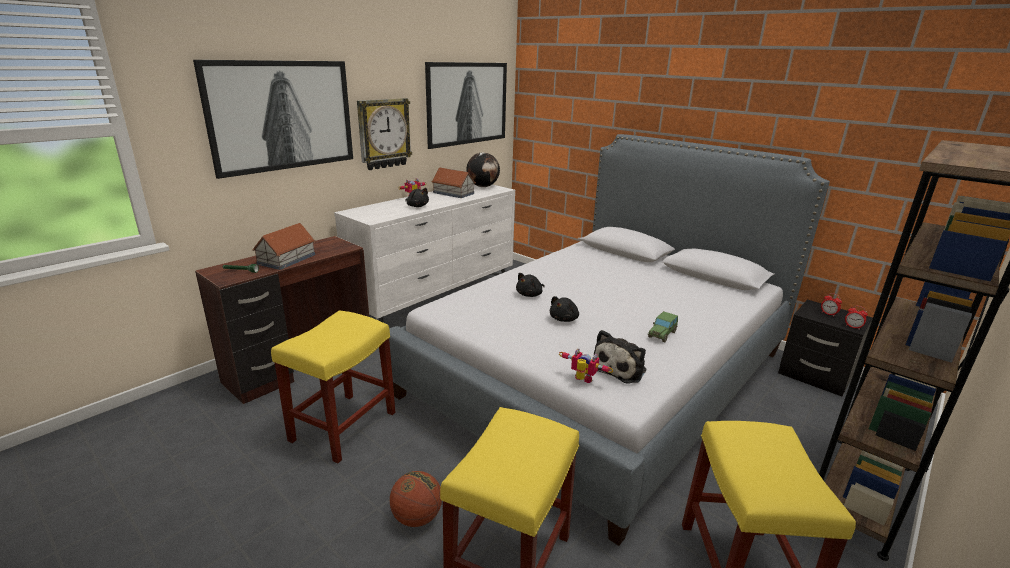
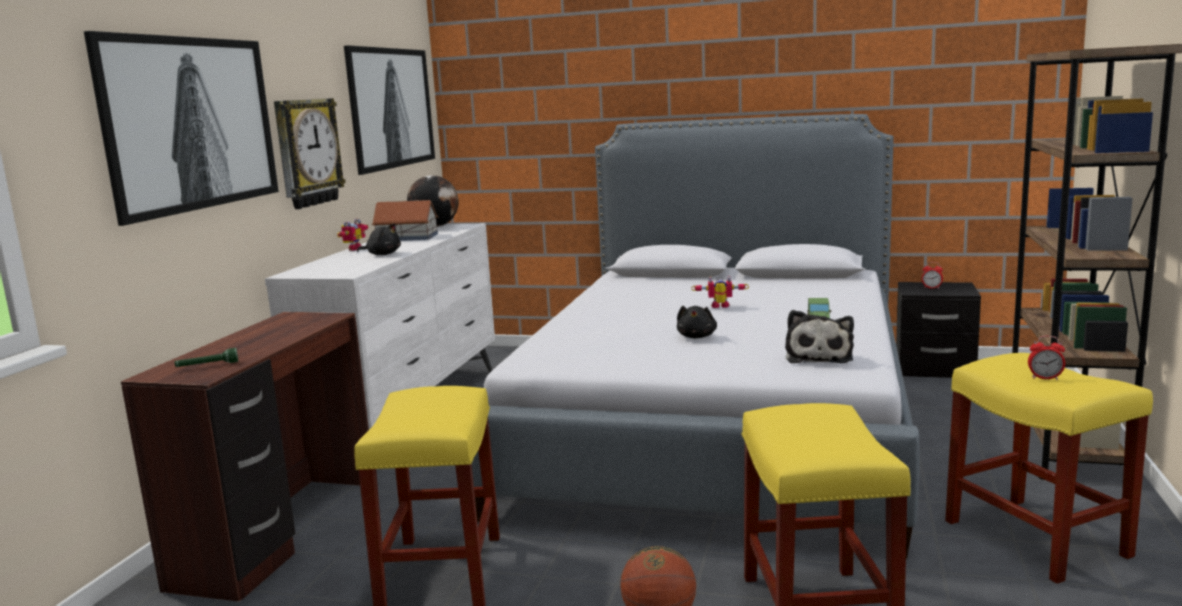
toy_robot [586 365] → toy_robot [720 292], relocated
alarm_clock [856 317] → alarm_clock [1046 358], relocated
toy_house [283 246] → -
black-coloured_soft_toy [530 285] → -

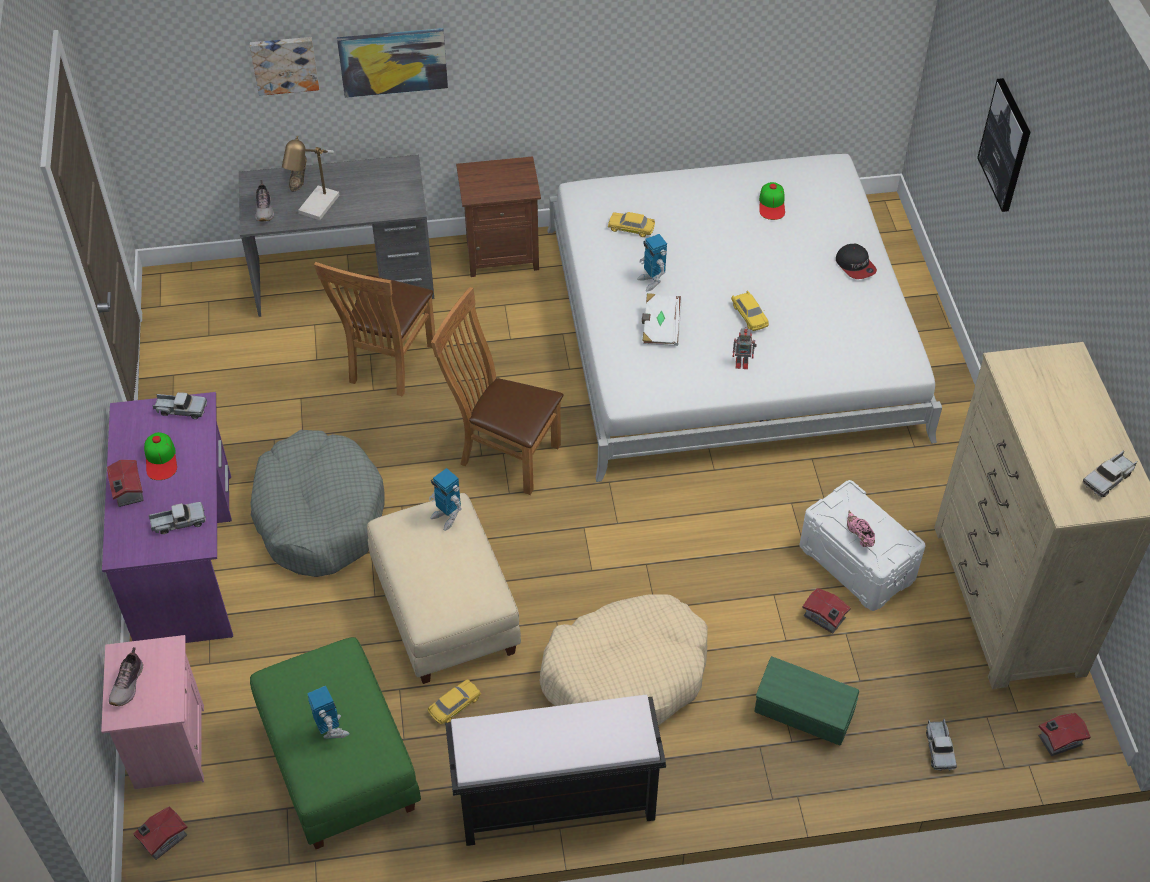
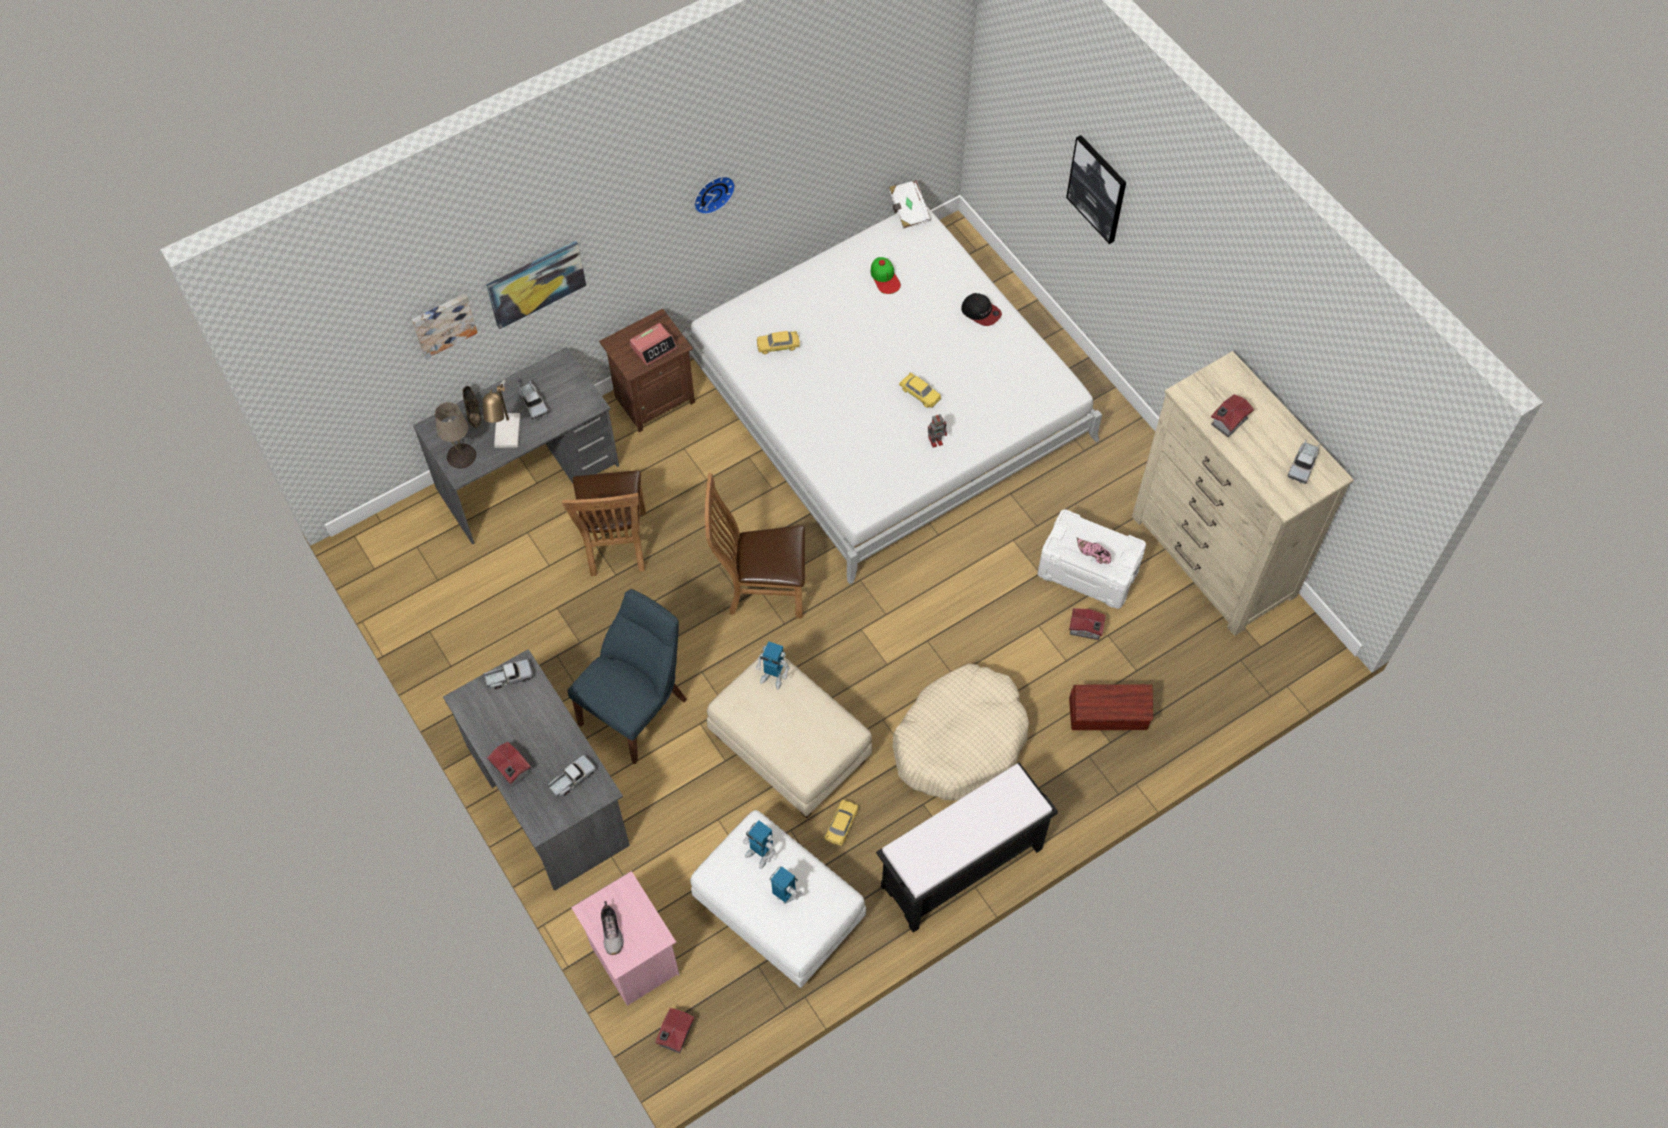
item_of_footwear [264 200] → beige-coloured_tabletop_lamp [455 435]
purple-coloured_desk_table [167 517] → grey_desk_table [536 770]
model_truck [941 745] → model_truck [533 400], relocated
grey_dog_bed [317 503] → blue_chair [627 676]
- → alarm_clock [653 344]
greenish_ottoman [335 743] → white-coloured_ottoman [778 899]
- → hanging_clock [714 195]
toy_robot [652 263] → toy_robot [759 845], relocated
white-coloured_volume [662 319] → white-coloured_volume [910 204], relocated
greenish_storage_box [806 701] → brown-coloured_storage_box [1111 707]
toy_house [1064 734] → toy_house [1232 415], relocated
baseball_cap [160 456] → -

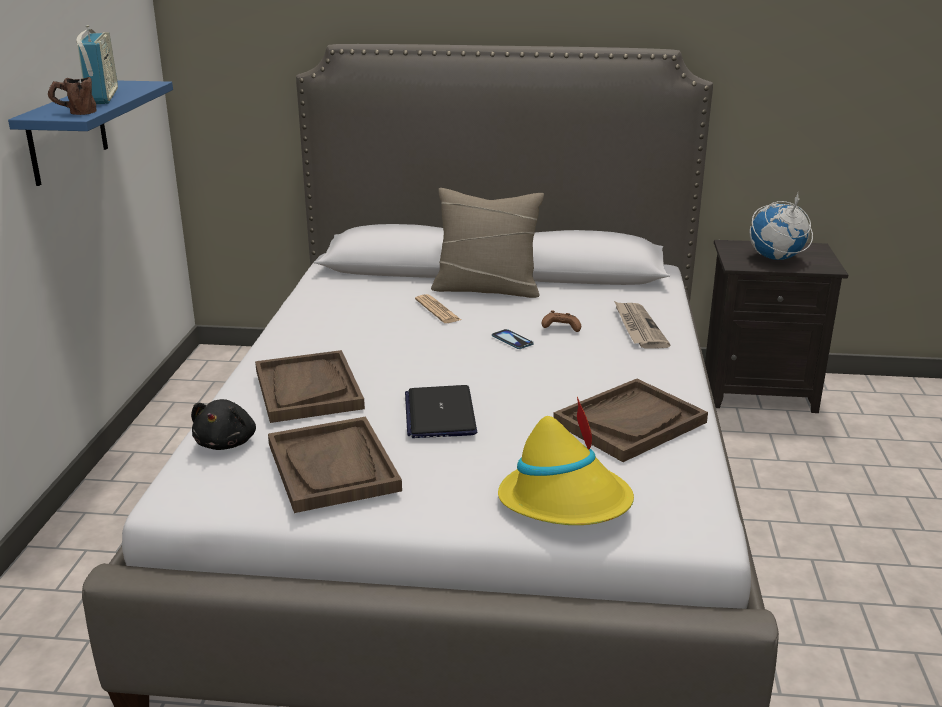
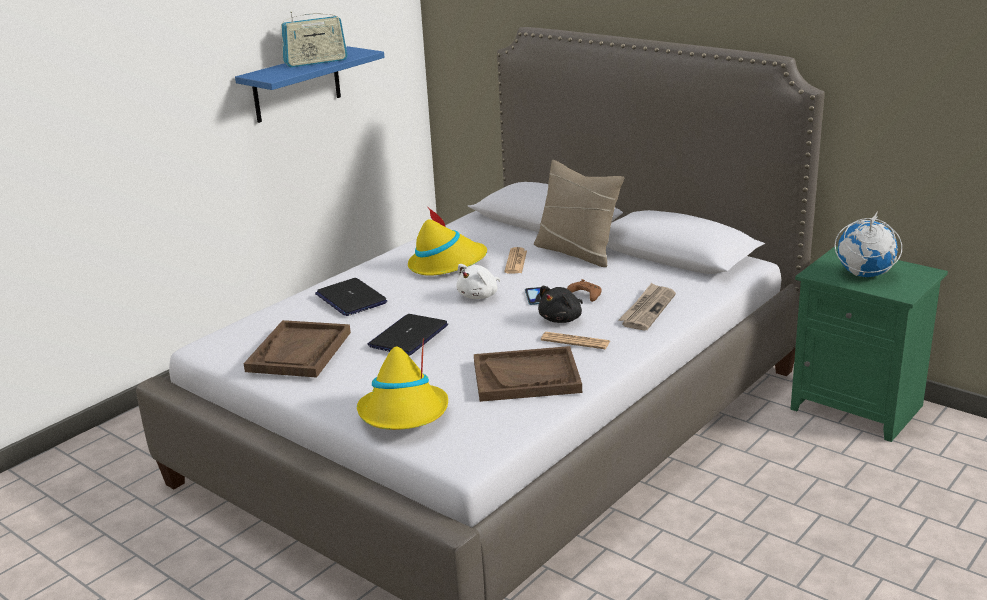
radio_receiver [97 64] → radio_receiver [314 39], 45 degrees clockwise
brown-coloured_carrying_tray [310 386] → notebook_computer [351 297]
- → yellow-coloured_hat [447 241]
- → white-coloured_soft_toy [478 281]
black-coloured_soft_toy [223 424] → black-coloured_soft_toy [560 304], relocated
- → printed_paper [575 340]
black-coloured_bedside_table [776 326] → greenish_bedside_table [869 344]
brown-coloured_coffee_mug [72 96] → -

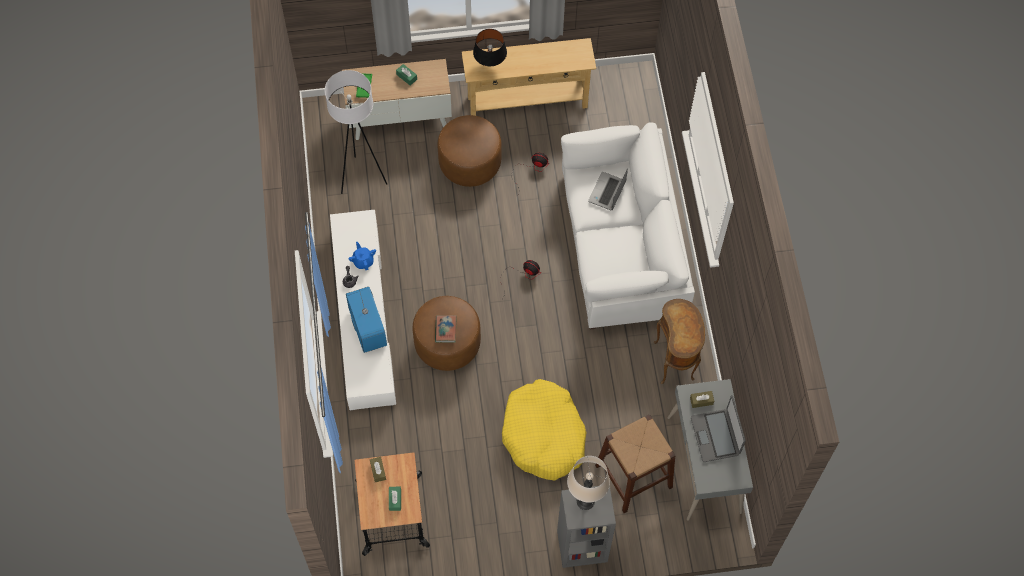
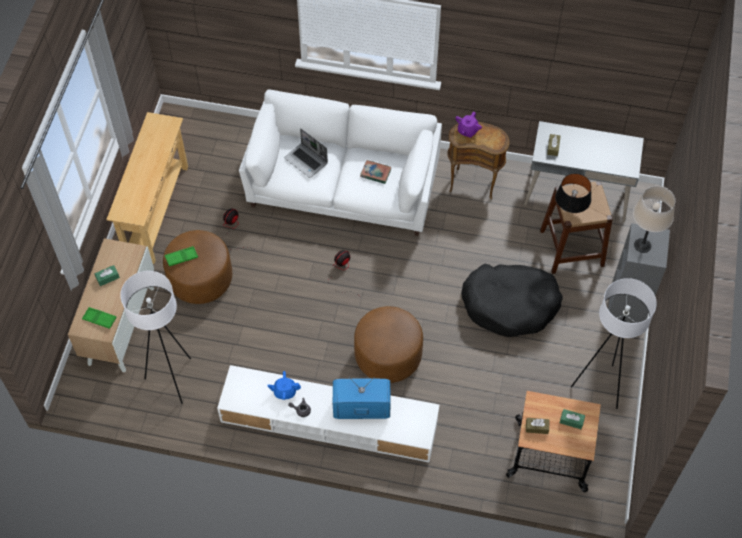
- → greenish_carrying_tray [181 256]
volume [446 329] → volume [375 172], relocated
- → purple-coloured_pot_for_tea [469 124]
yellow-coloured_dog_bed [544 430] → black-coloured_dog_bed [512 300]
black-coloured_tabletop_lamp [490 47] → black-coloured_tabletop_lamp [573 193], relocated
- → white-coloured_floor_lamp [614 343]
notebook_computer [718 428] → -

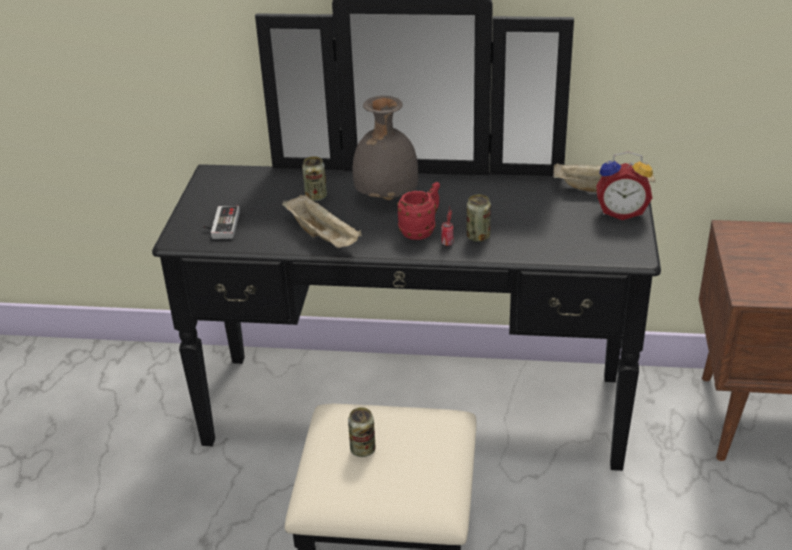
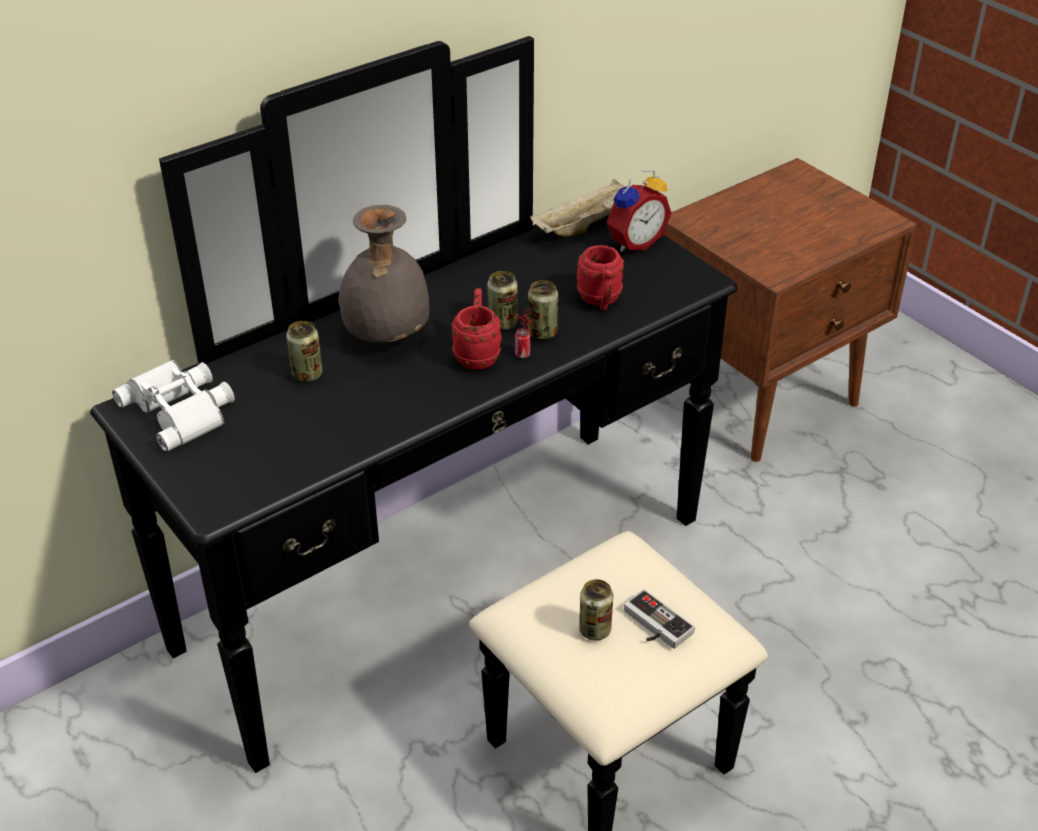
- → white-coloured_pair_of_binoculars [173 406]
- → can [502 300]
- → red_coffee_mug [600 277]
gamepad [221 222] → gamepad [659 619], relocated
beige-coloured_carrying_tray [322 221] → -

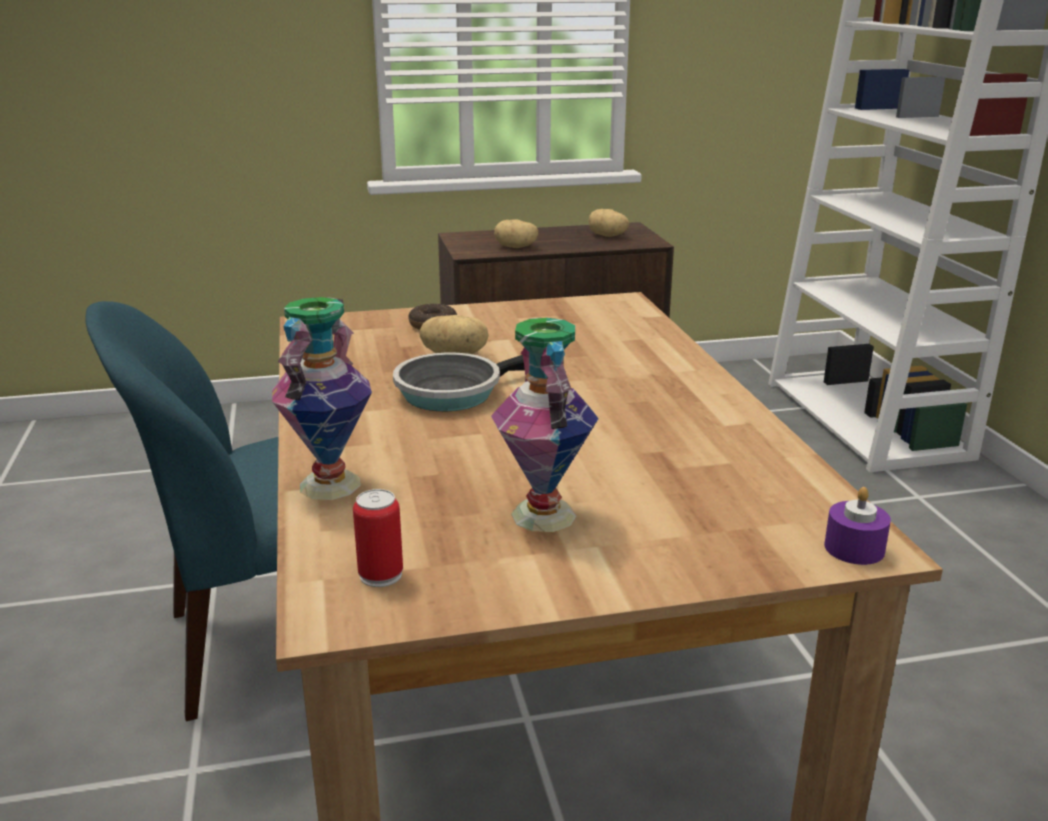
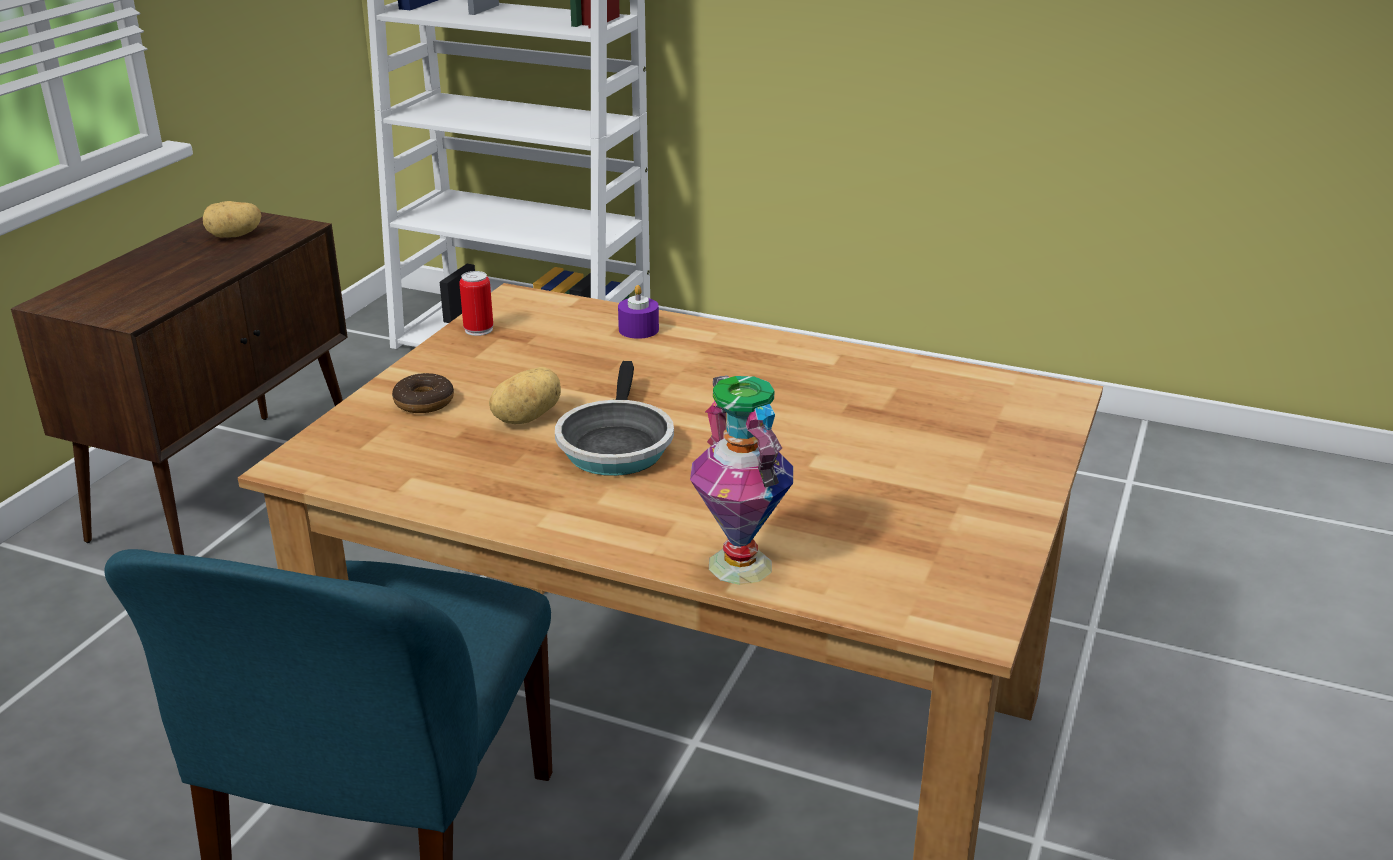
can [378 538] → can [476 303], relocated
purple-coloured_wax_candle [857 526] → purple-coloured_wax_candle [638 312], relocated
decorative_vase [545 425] → -
spud [516 233] → -

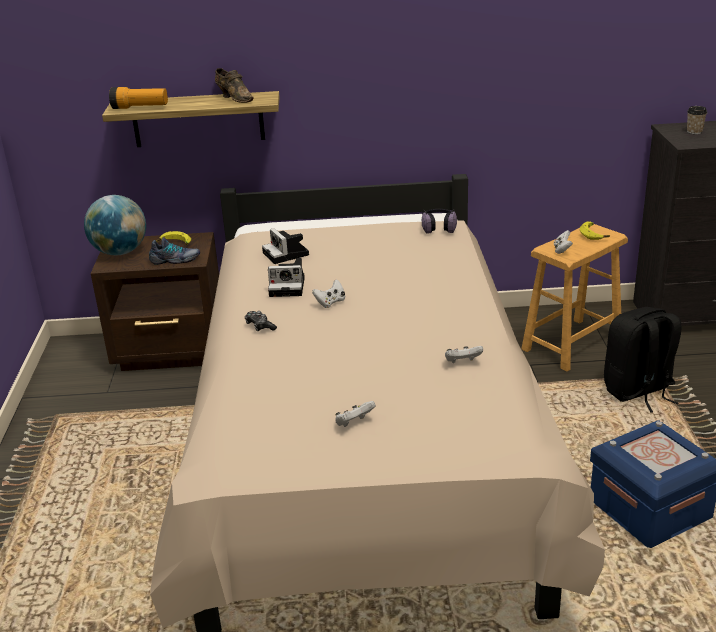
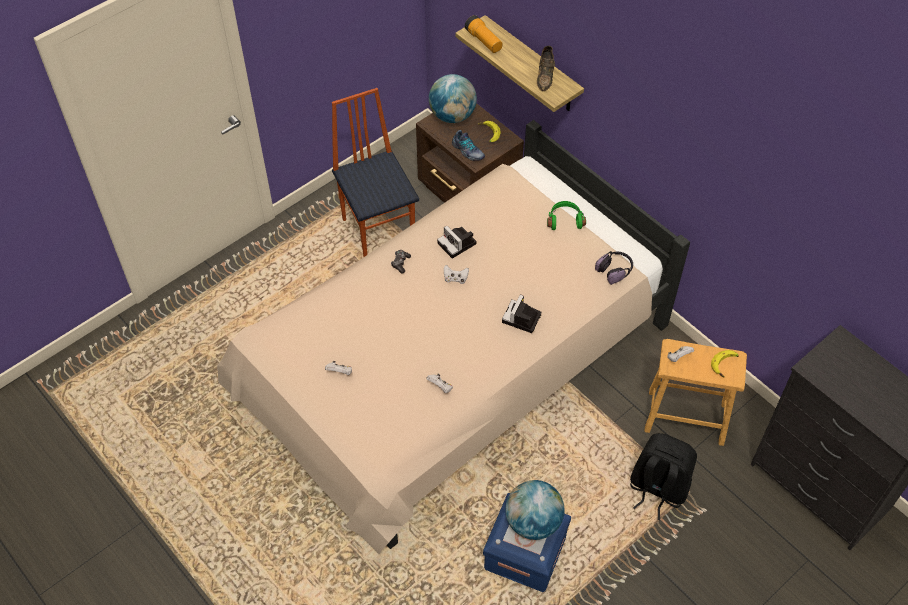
- → chair [375 172]
photo_camera [285 246] → photo_camera [521 314], relocated
- → world_globe [534 510]
- → greenish_headphones [566 215]
cup [697 120] → -

